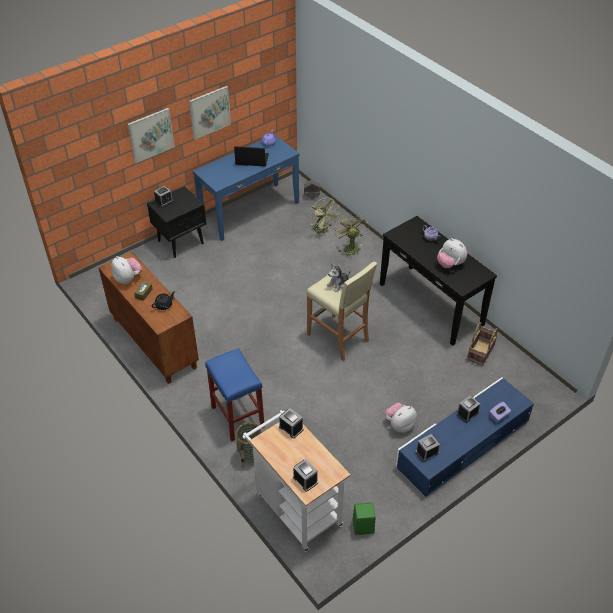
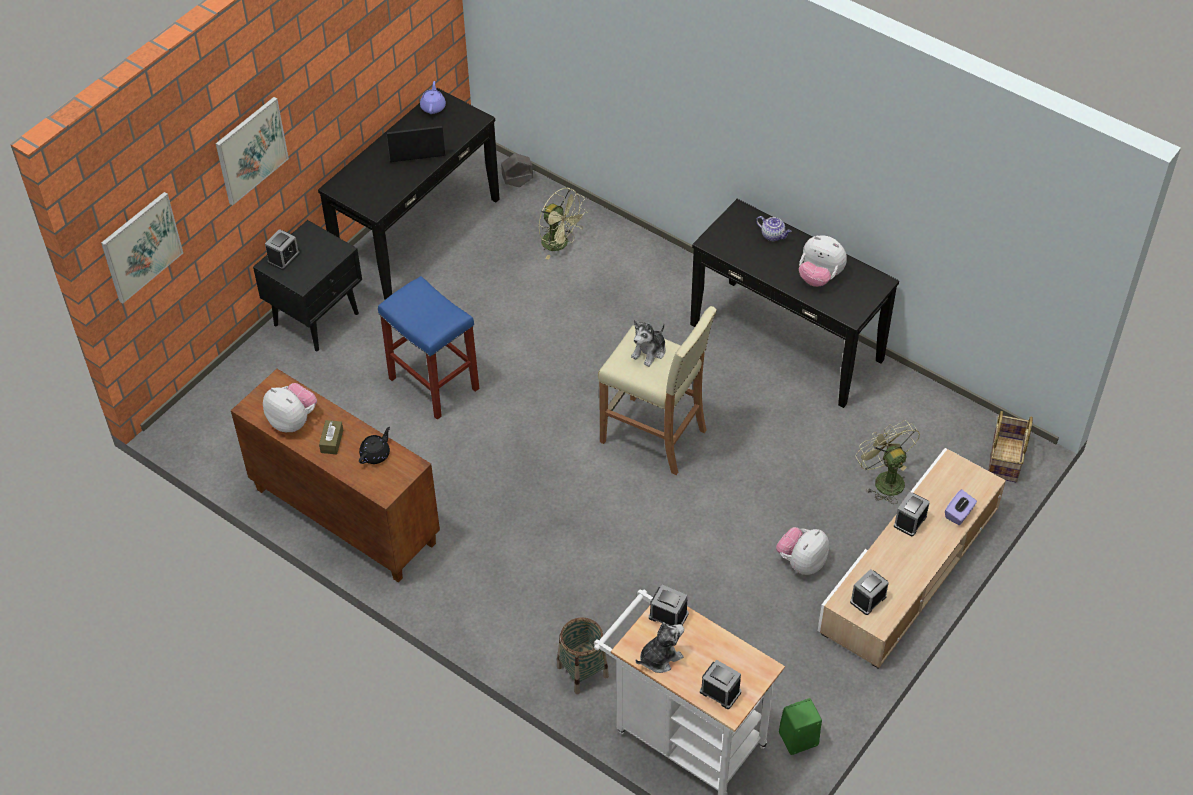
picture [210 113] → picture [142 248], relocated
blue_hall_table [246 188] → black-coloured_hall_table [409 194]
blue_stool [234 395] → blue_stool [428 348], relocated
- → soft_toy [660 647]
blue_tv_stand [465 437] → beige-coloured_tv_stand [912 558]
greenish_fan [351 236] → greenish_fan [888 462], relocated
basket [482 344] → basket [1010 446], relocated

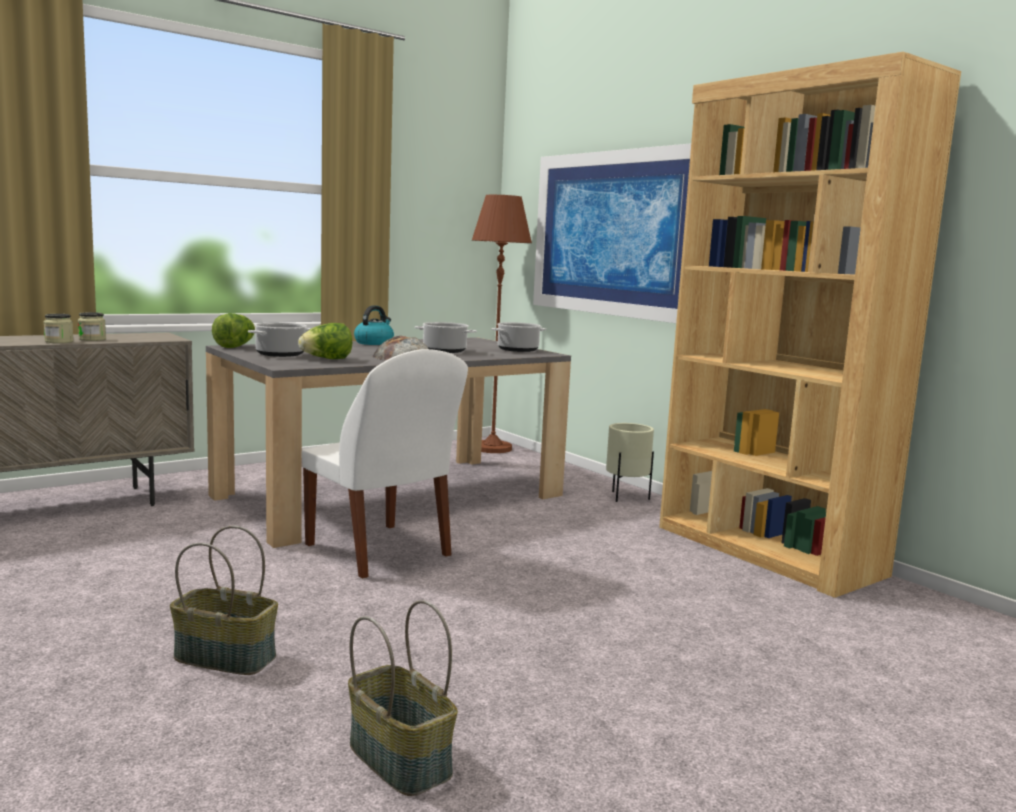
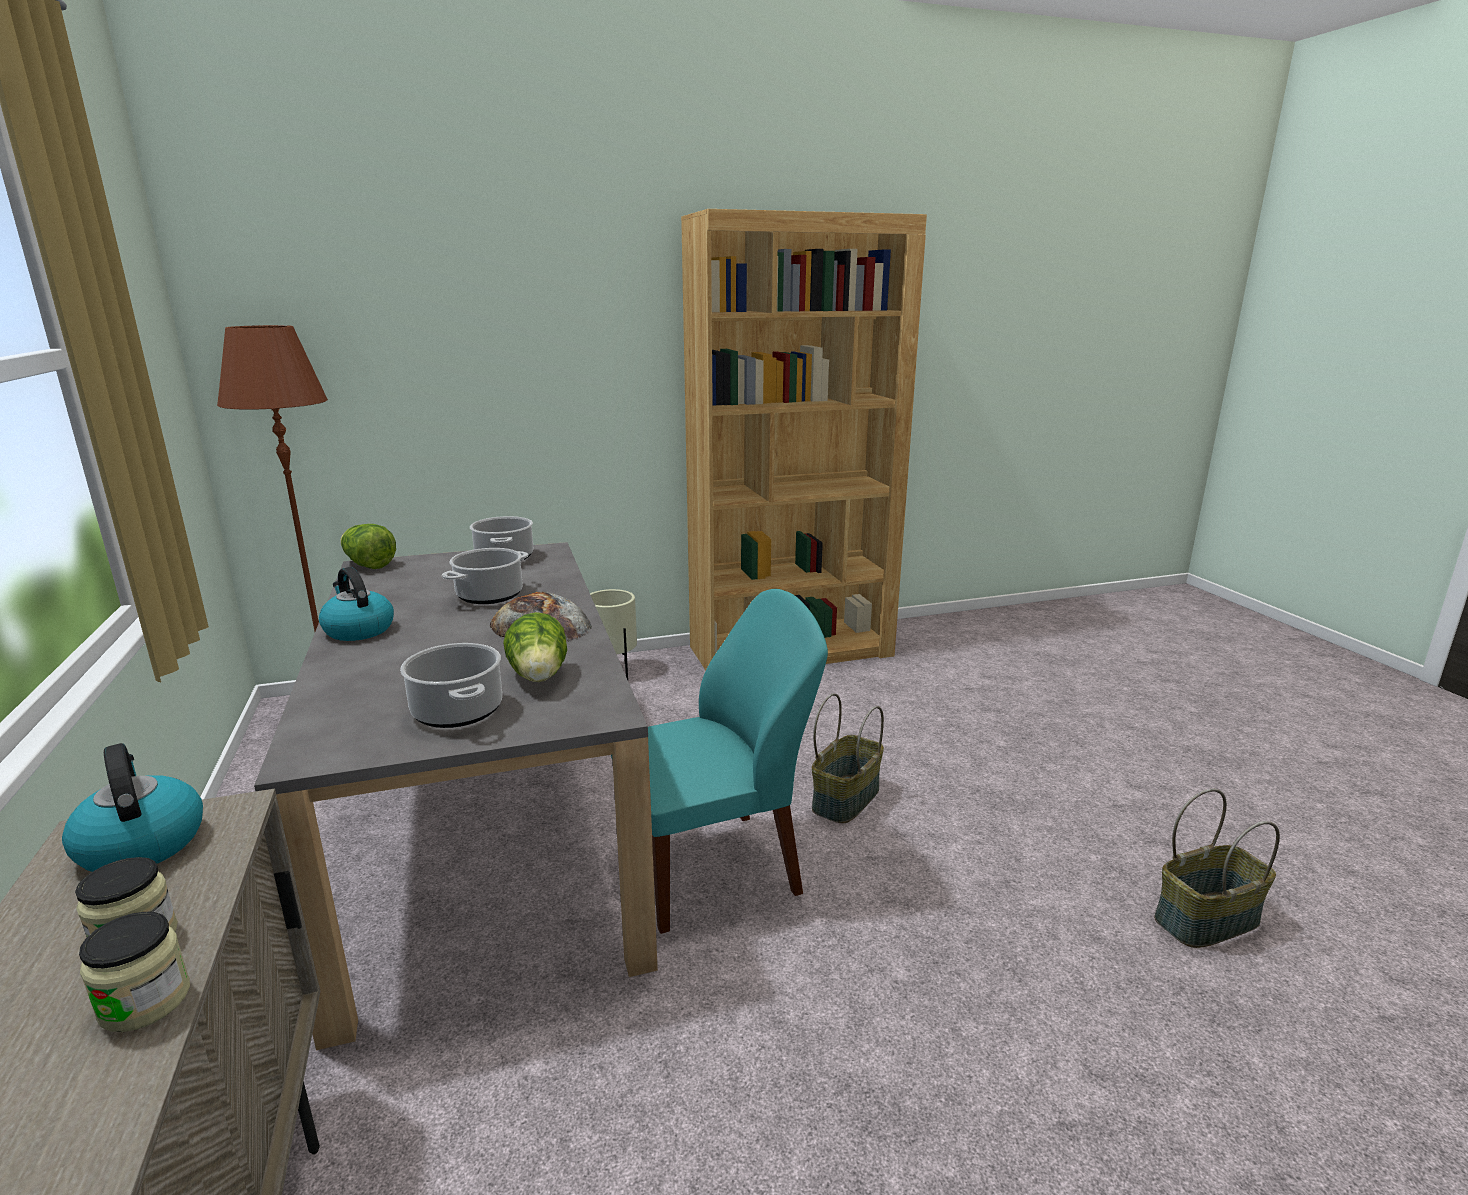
- → water_kettle [132 807]
head_of_lettuce [233 330] → head_of_lettuce [368 546], relocated
white-coloured_chair [385 464] → turquoise_chair [719 761]
basket [224 600] → basket [848 758], relocated
picture [612 233] → -

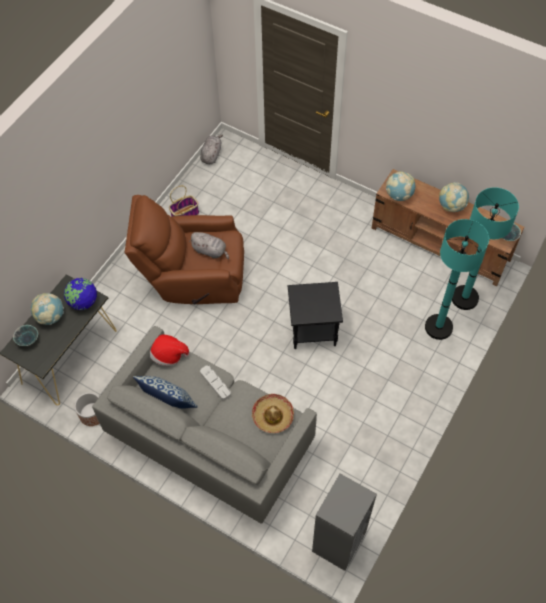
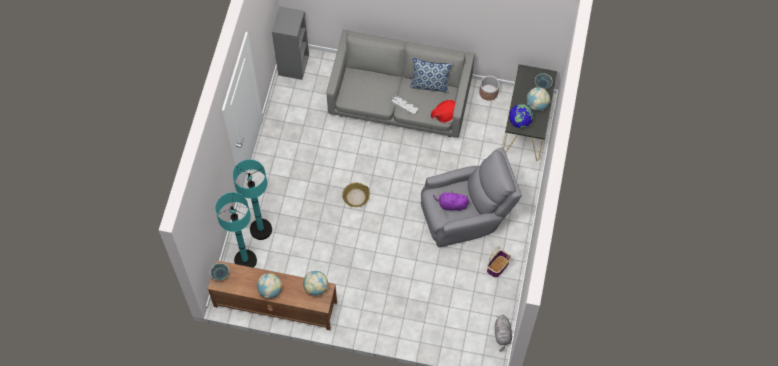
black-coloured_end_table [315 315] → basket [356 195]
brown-coloured_lounge_chair [184 249] → grey_lounge_chair [471 197]
grey_soft_toy [209 245] → purple-coloured_soft_toy [451 201]
hat [273 413] → -

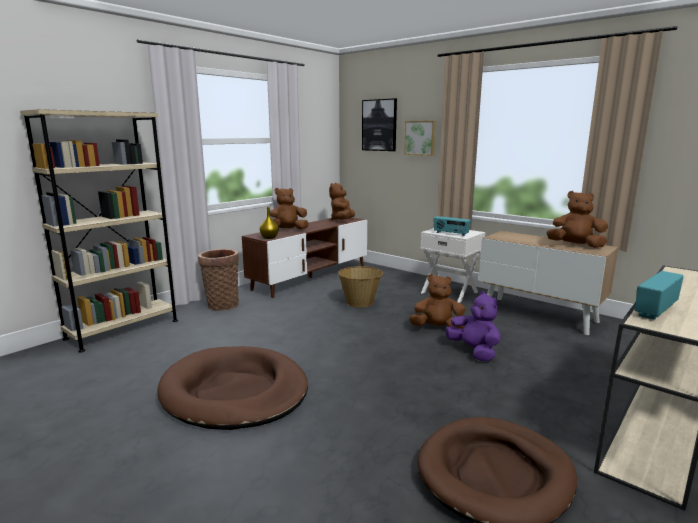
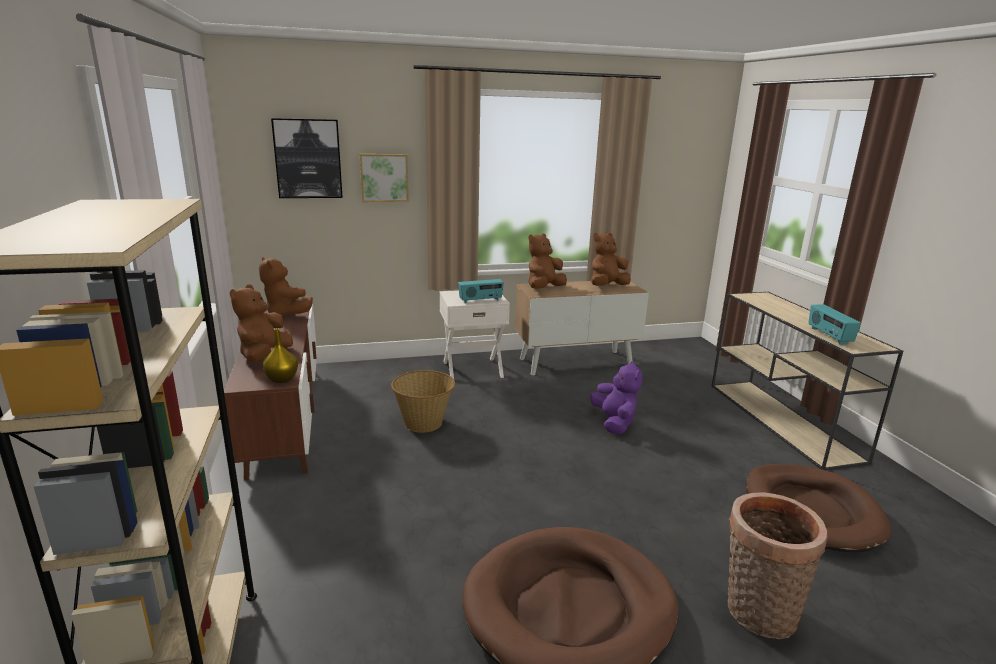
brown-coloured_soft_toy [437 301] → brown-coloured_soft_toy [547 261], relocated
purple-coloured_soft_toy [473 326] → purple-coloured_soft_toy [616 398], 75 degrees clockwise
basket [218 280] → basket [778 565], relocated

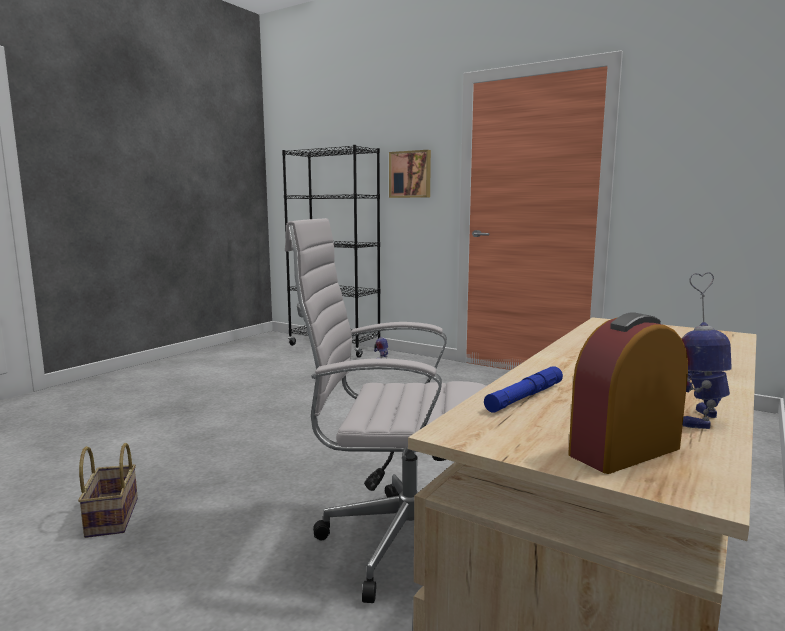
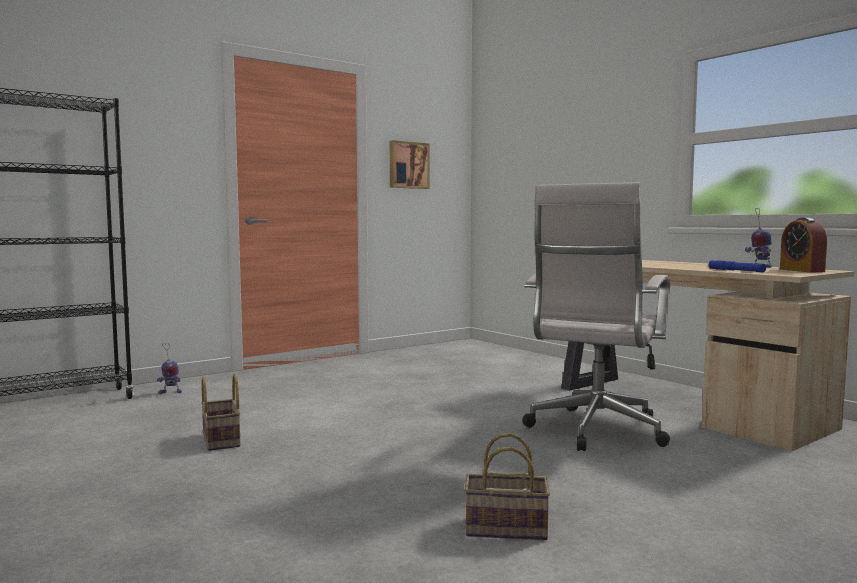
- → basket [220 412]
picture [410 174] → picture [410 164], relocated

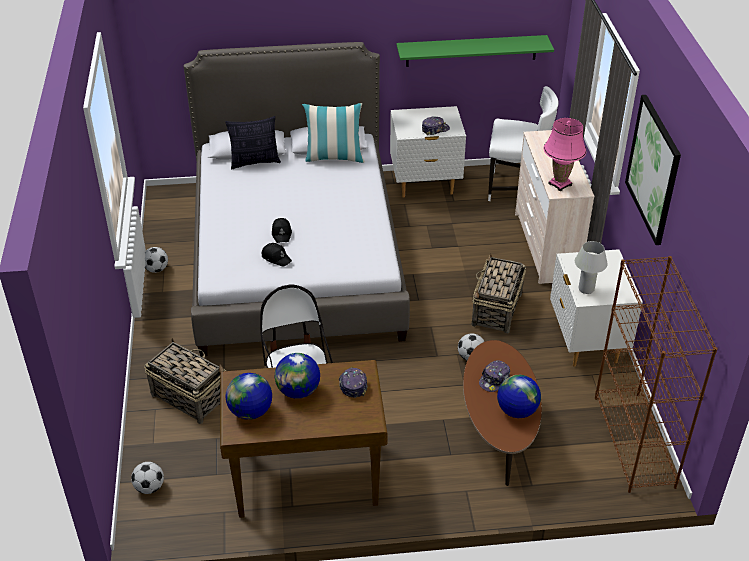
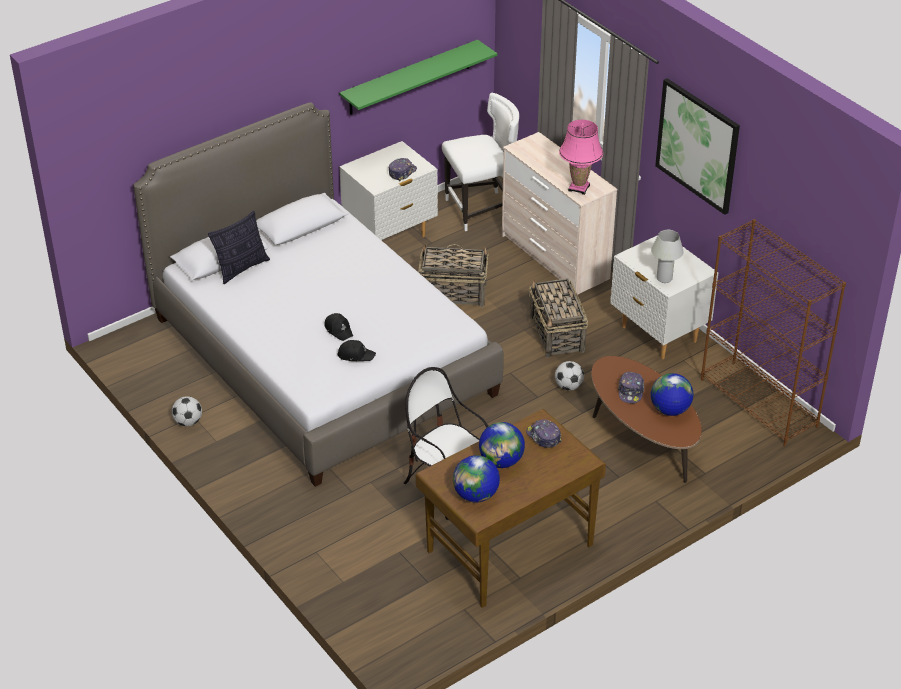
basket [185 381] → basket [453 275], relocated
football_ball [147 478] → -
throw_pillow [333 133] → -

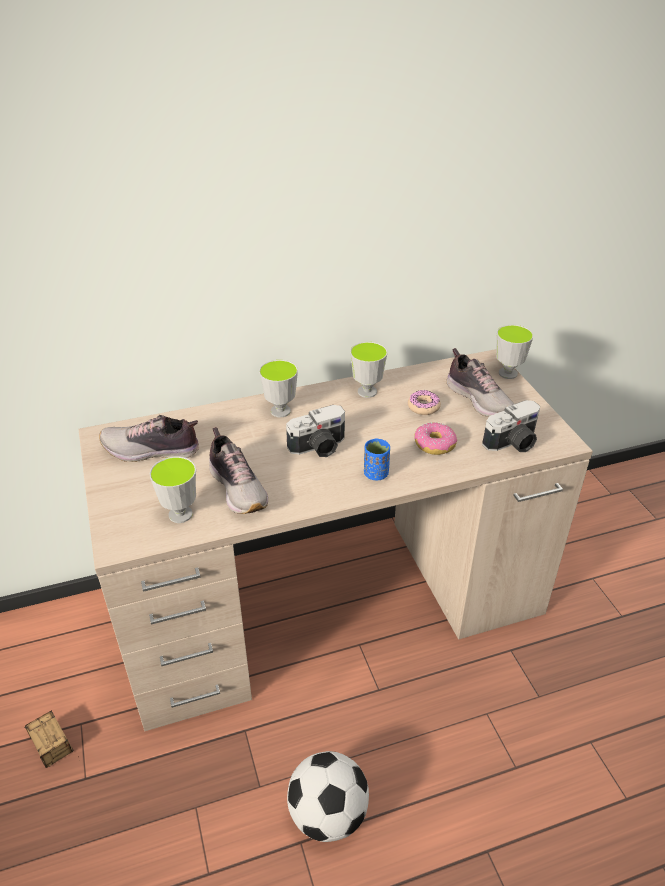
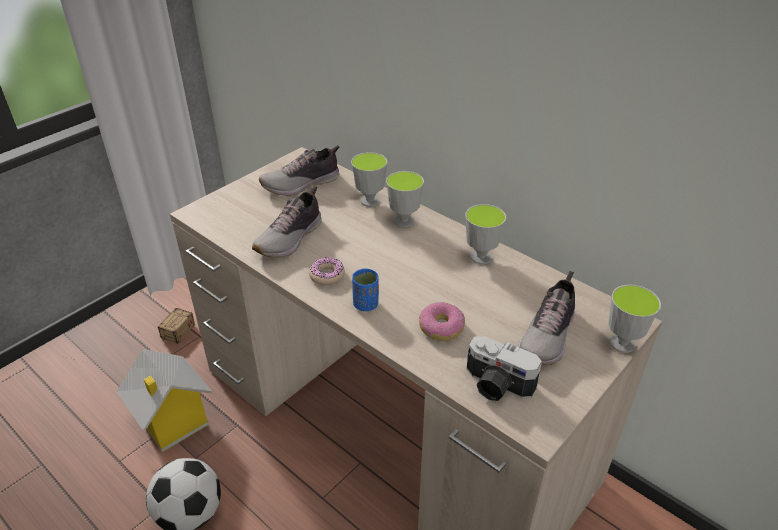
- → toy_house [164 400]
item_of_footwear [149 438] → item_of_footwear [299 170], 90 degrees counterclockwise
doughnut [424 402] → doughnut [327 271], relocated
cup [173 489] → cup [369 179], relocated
photo_camera [315 431] → -

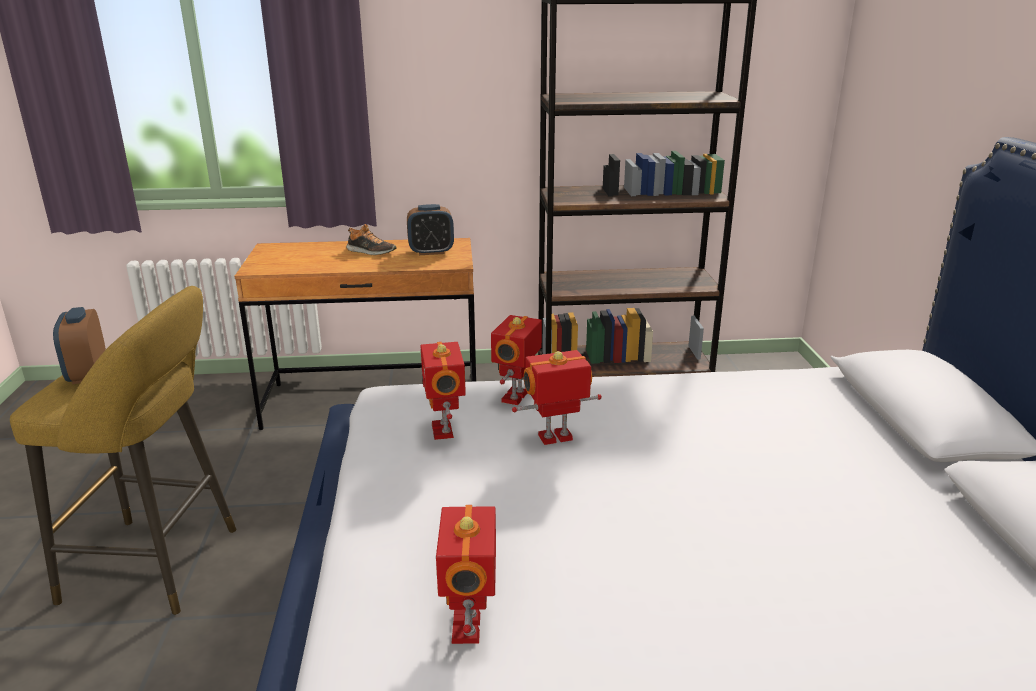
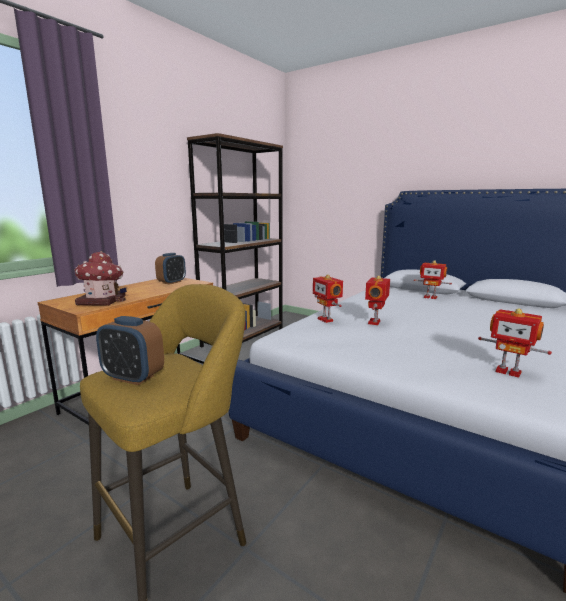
- → toy_house [101 278]
toy_robot [443 391] → toy_robot [433 279], relocated
item_of_footwear [371 239] → -

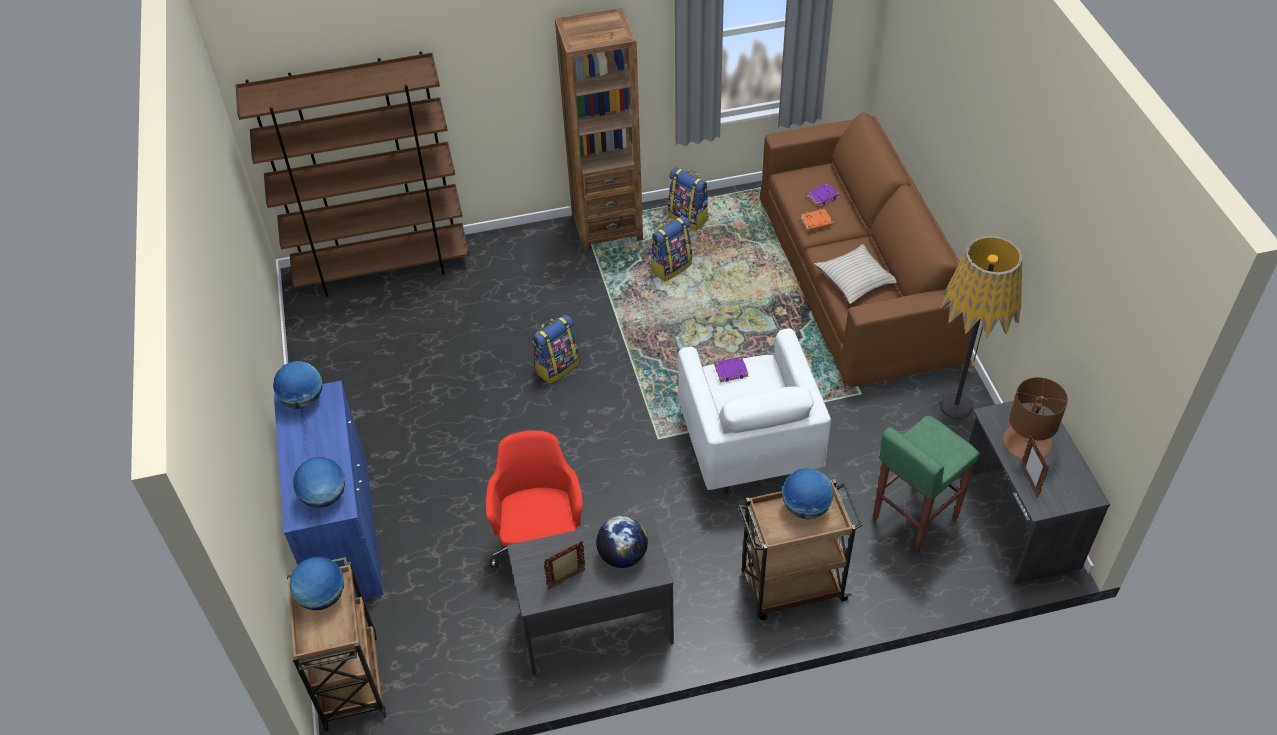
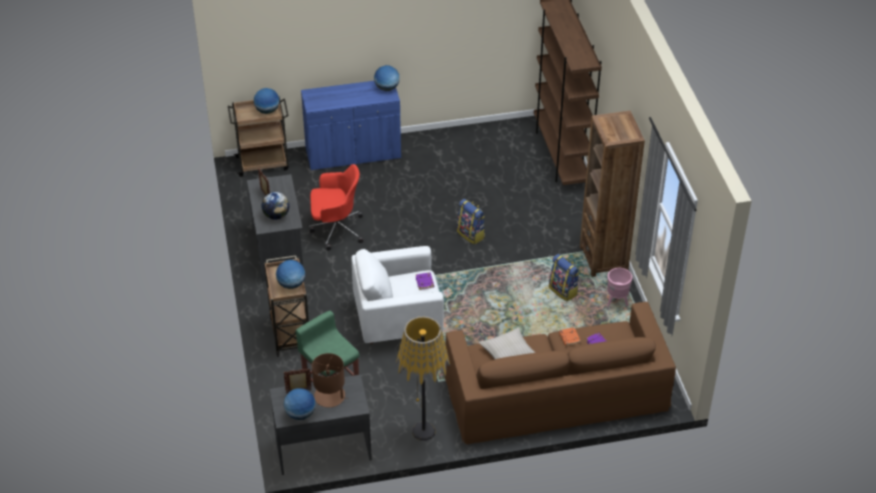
world_globe [319 482] → world_globe [299 404], relocated
backpack [688 198] → pink-coloured_plant_pot [619 287]

